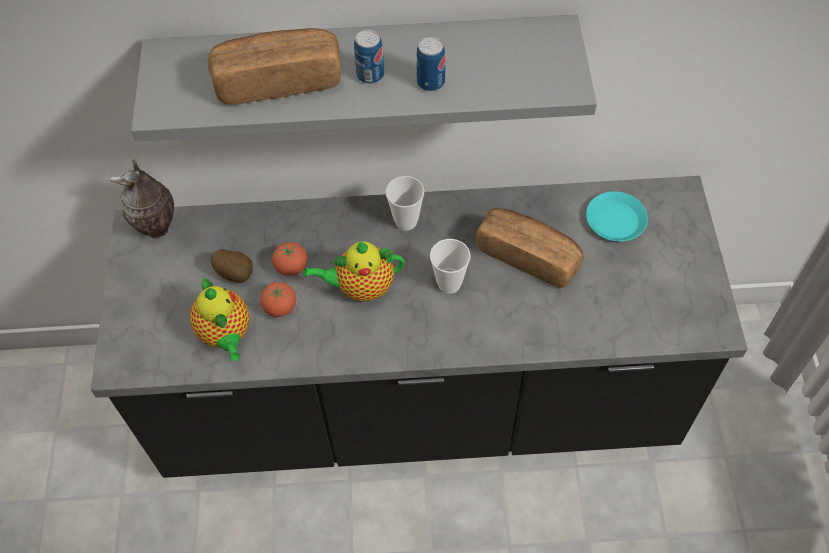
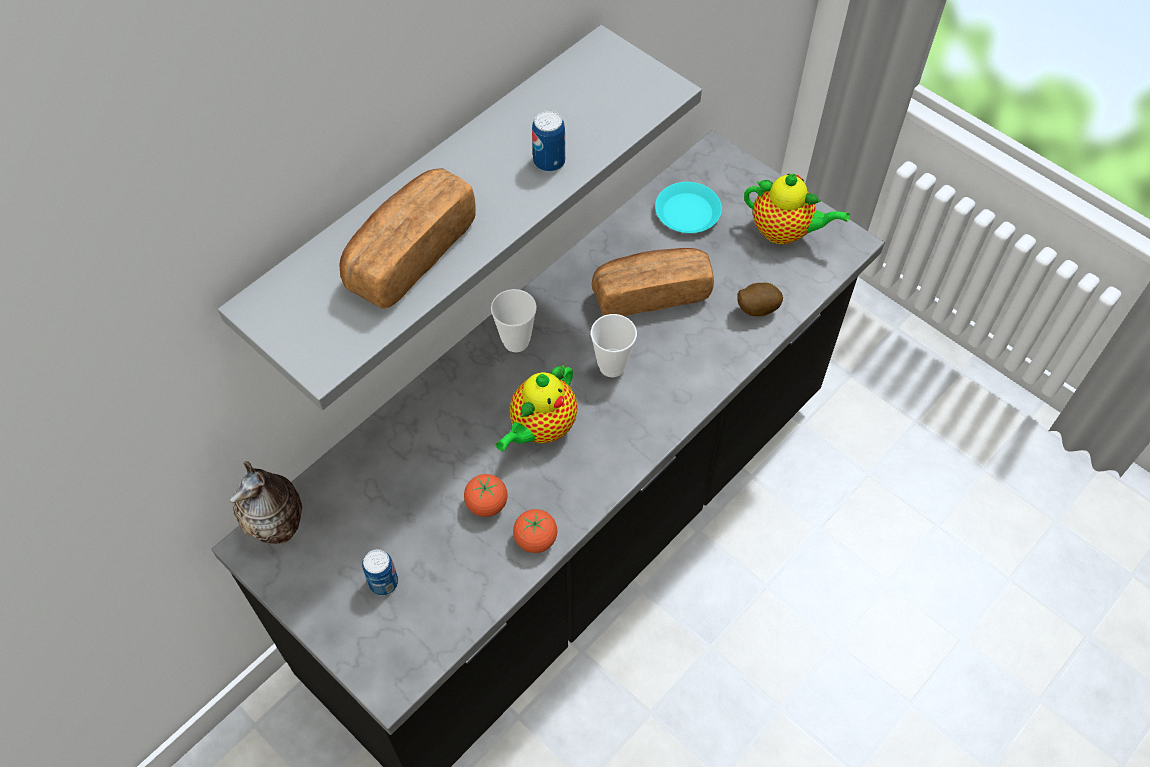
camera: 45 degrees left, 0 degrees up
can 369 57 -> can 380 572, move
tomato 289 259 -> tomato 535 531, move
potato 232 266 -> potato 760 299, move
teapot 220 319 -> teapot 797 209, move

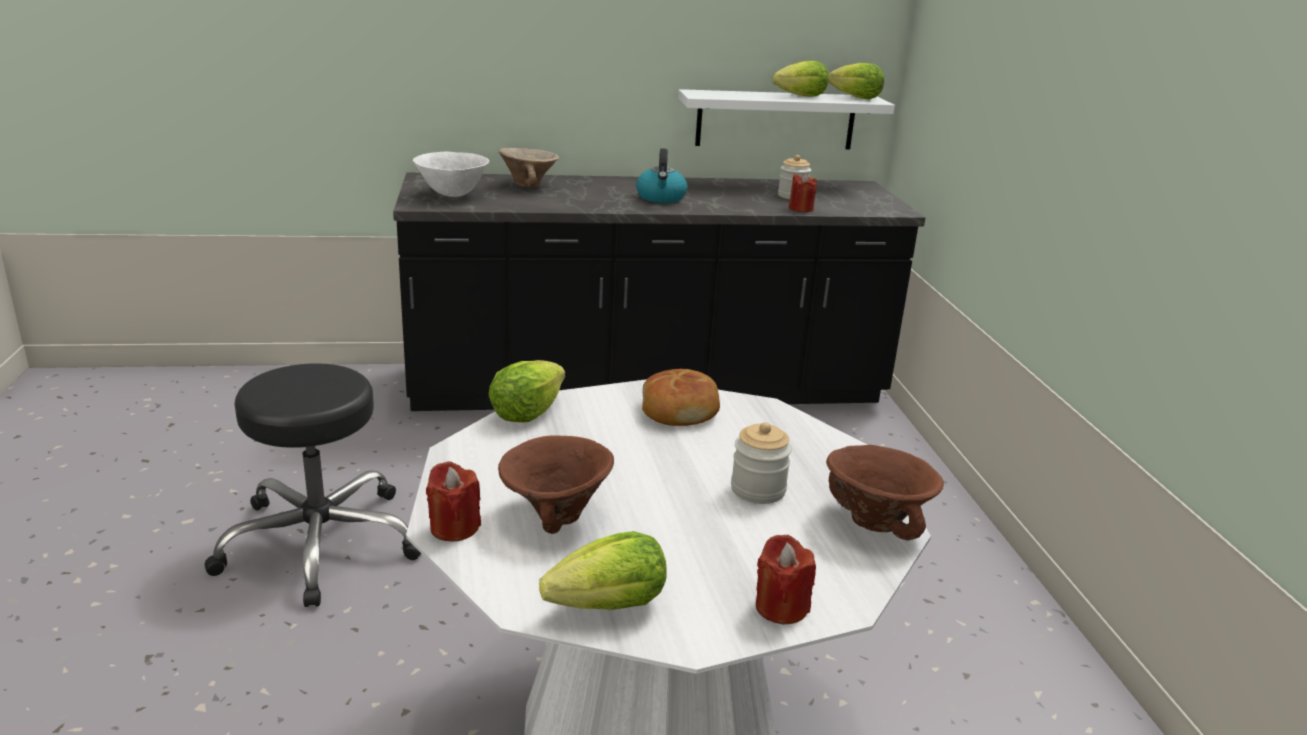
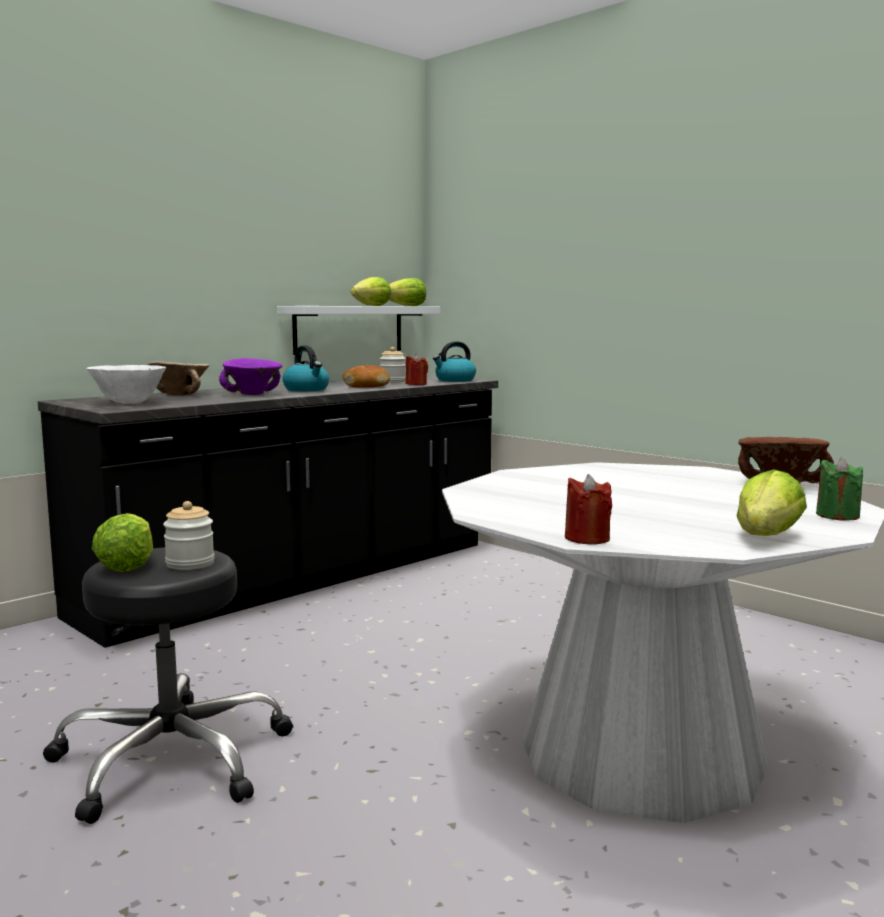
camera: 35 degrees left, 15 degrees down
lettuce 526 391 -> lettuce 122 542, move
bread 681 397 -> bread 366 376, move
jar 761 463 -> jar 188 535, move
brown bowl 556 484 -> none
red candle 786 579 -> green candle 839 489
none -> kettle 454 361
none -> purple bowl 250 376

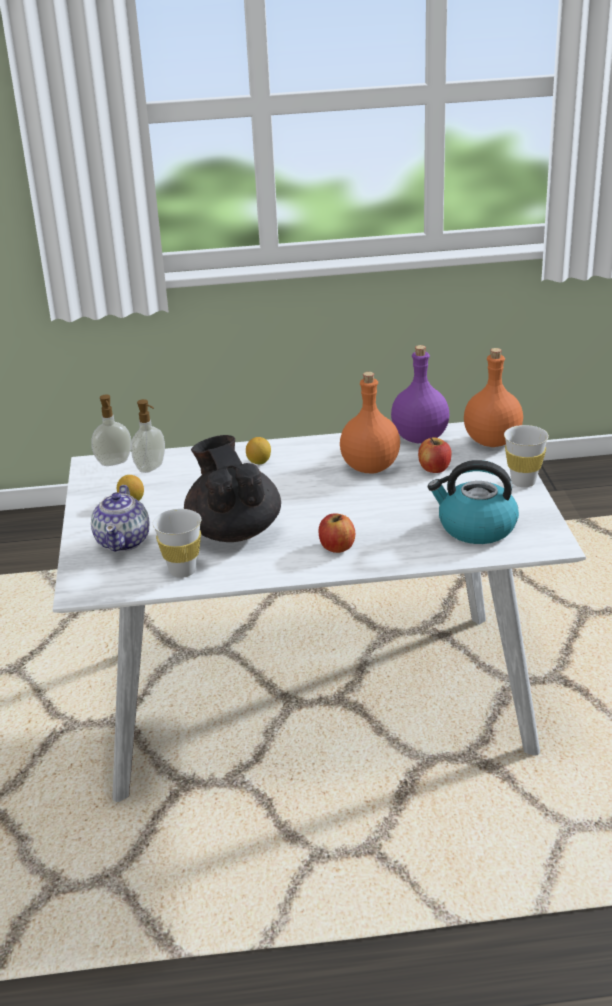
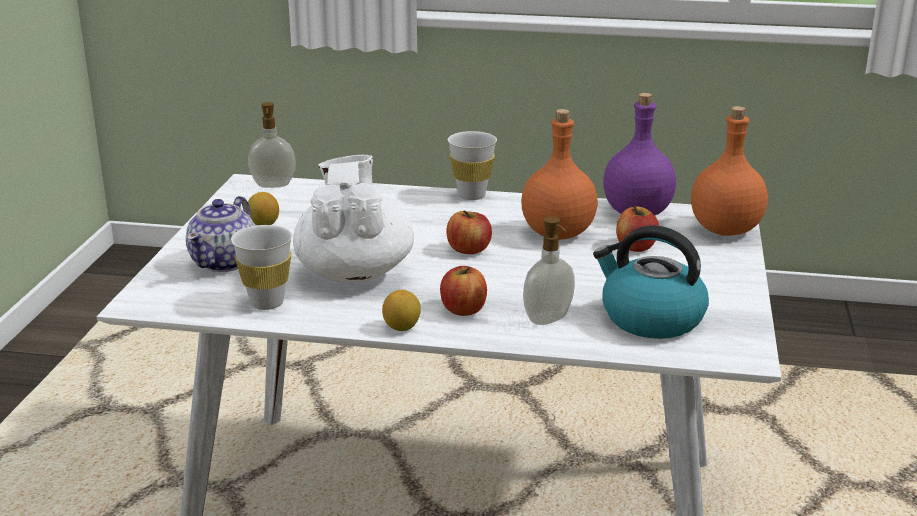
camera: 15 degrees right, 5 degrees down
soap dispenser 148 436 -> soap dispenser 549 270, move
white cup 526 456 -> white cup 472 165, move
black teapot 232 488 -> white teapot 353 219
lemon 258 450 -> lemon 401 310, move
none -> apple 469 232

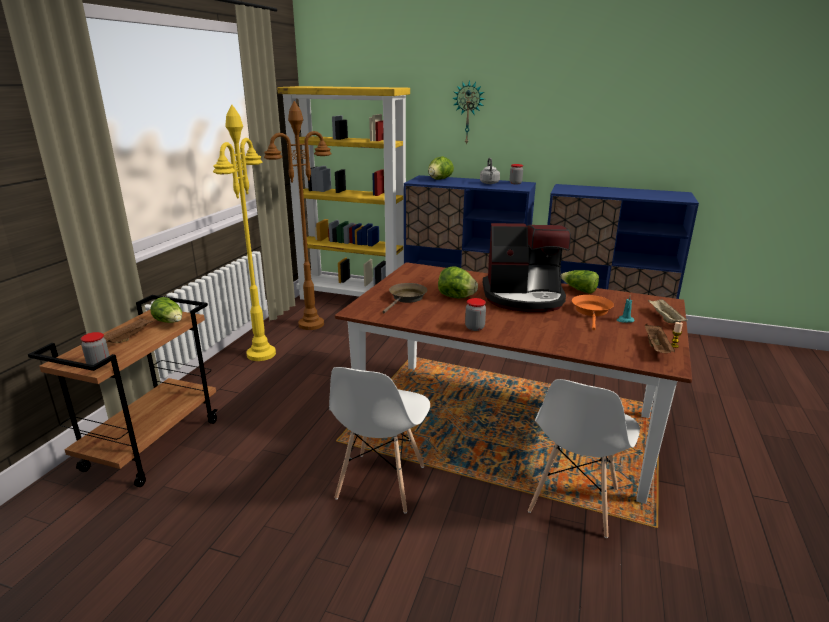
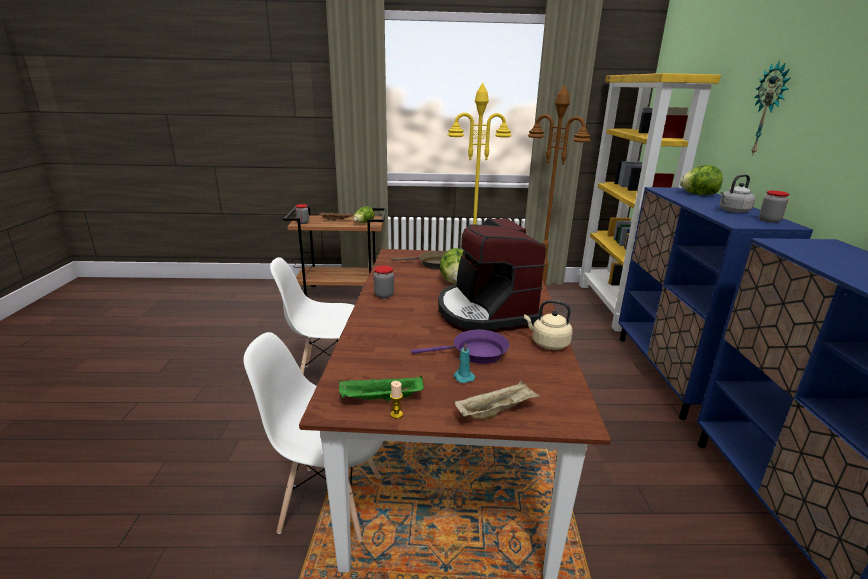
camera: 70 degrees right, 0 degrees up
lettuce 580 282 -> beige kettle 548 325
orange frying pan 593 312 -> purple frying pan 460 347
brown tray 660 338 -> green tray 381 389

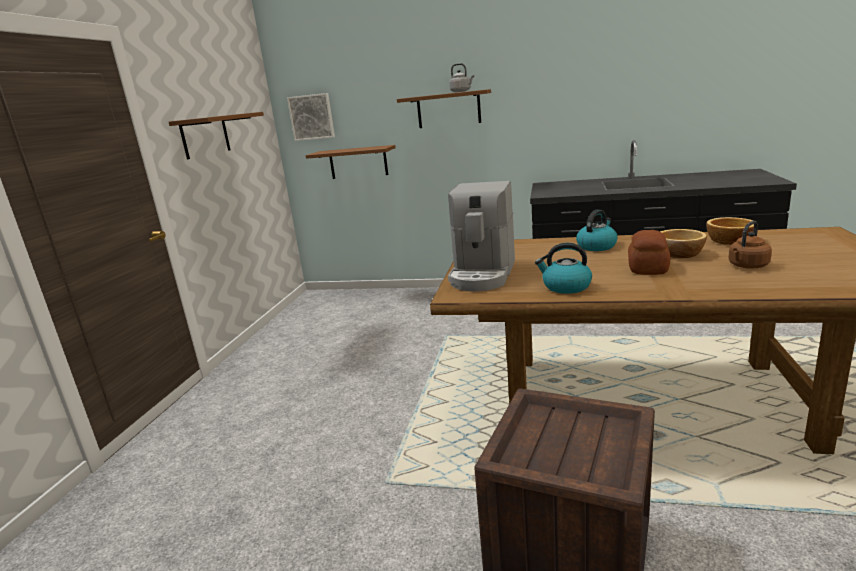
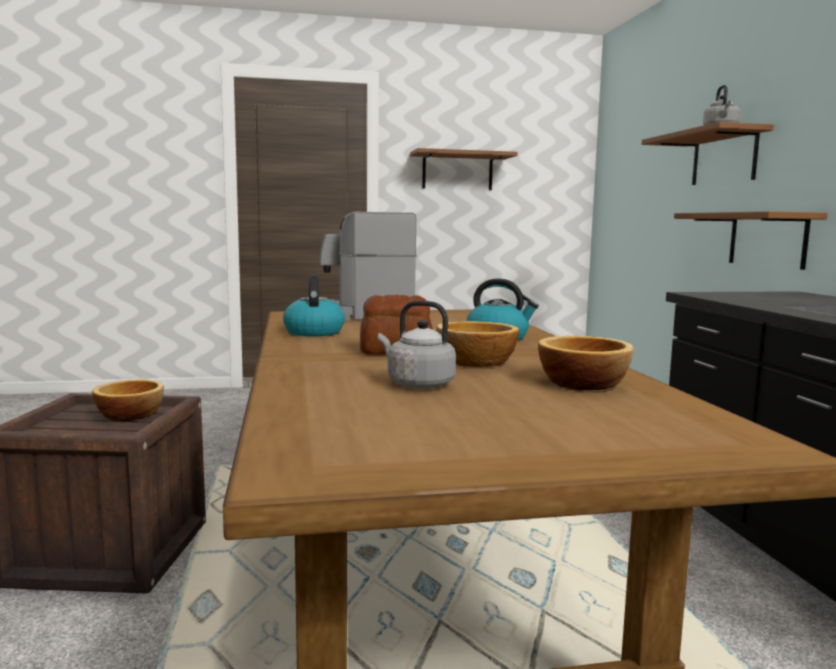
camera: 65 degrees right, 10 degrees down
picture 311 117 -> none
brown shelf 351 162 -> brown shelf 751 240, move
brown kettle 750 245 -> grey kettle 417 345
none -> bowl 128 400

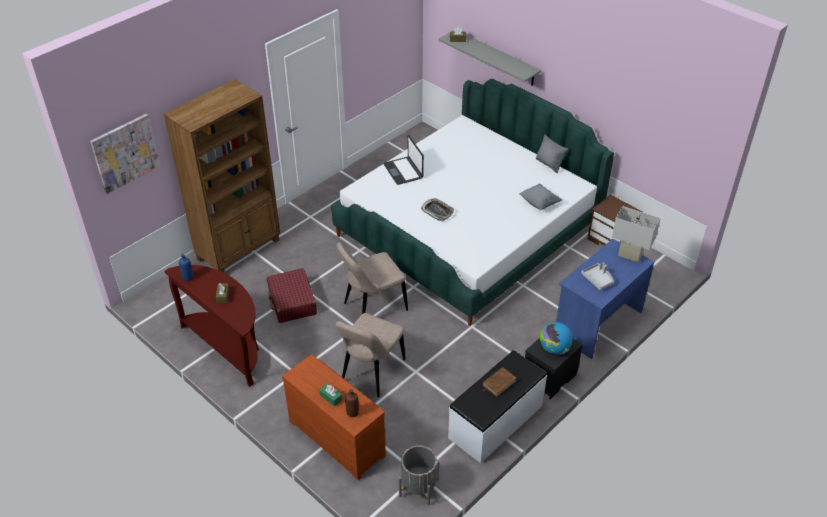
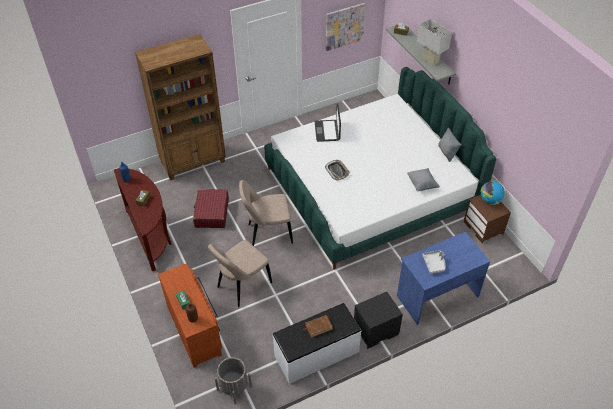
camera: 20 degrees right, 5 degrees up
picture 125 154 -> picture 346 27, move
white table lamp 636 234 -> white table lamp 434 42, move
globe 556 338 -> globe 492 193, move

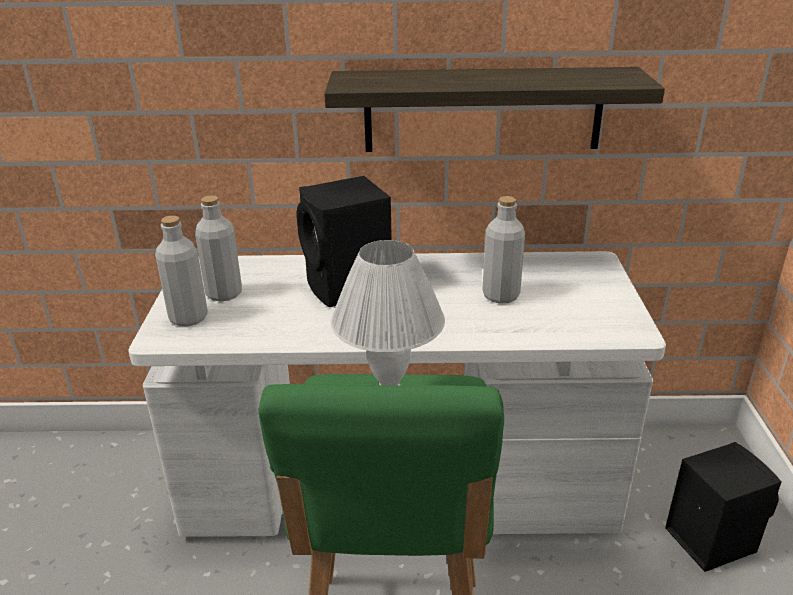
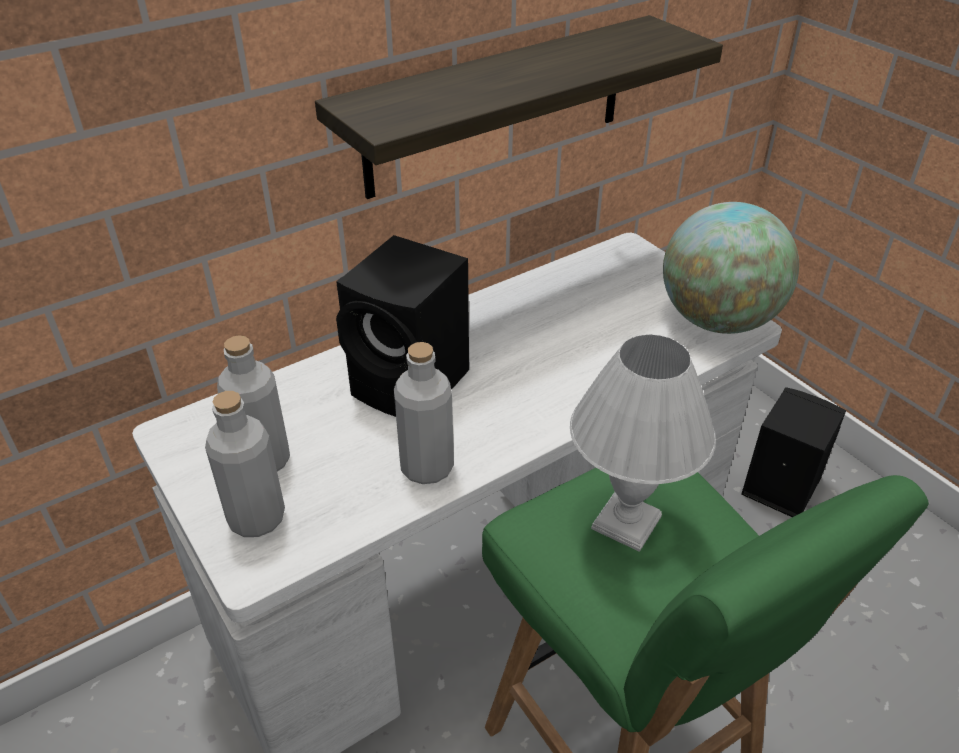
camera: 35 degrees left, 10 degrees up
grey bottle 503 250 -> grey bottle 424 413, move
none -> globe 731 268

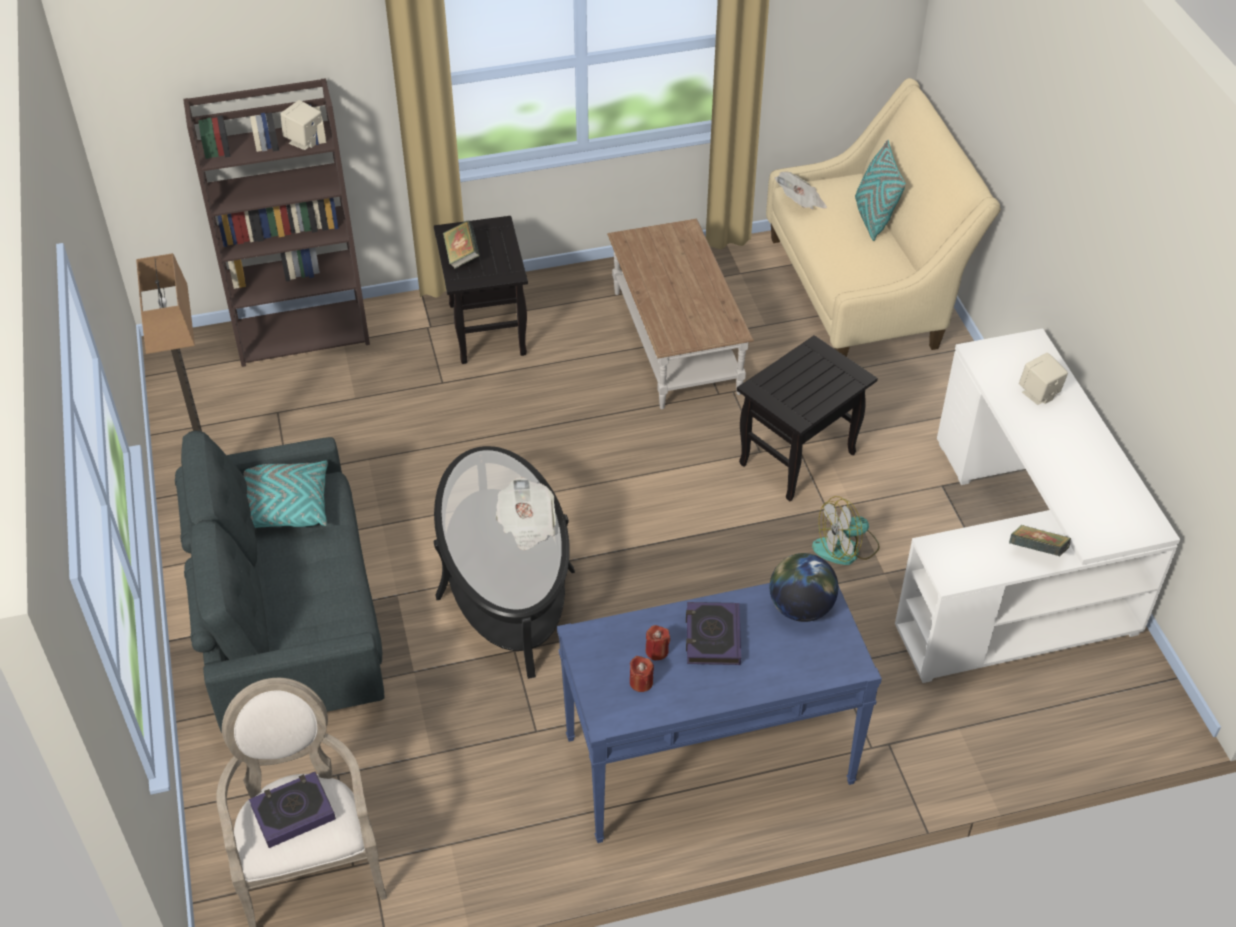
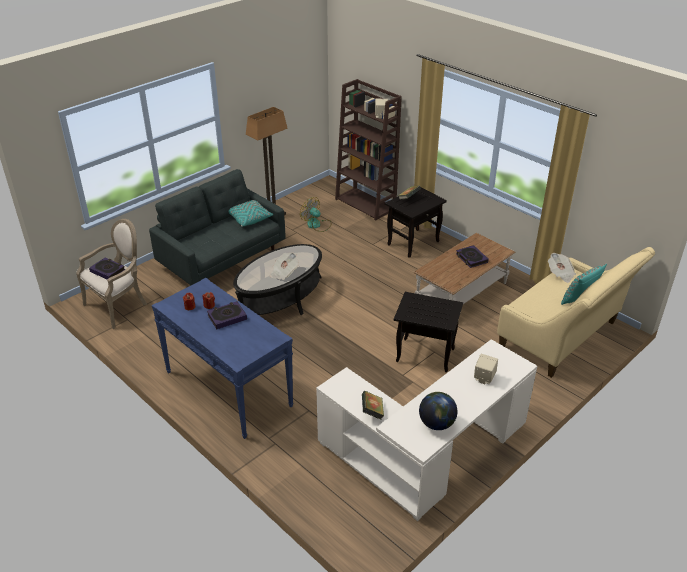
camera: 60 degrees right, 10 degrees down
fan 846 530 -> fan 316 214, move
globe 804 587 -> globe 438 411, move
none -> book 472 256

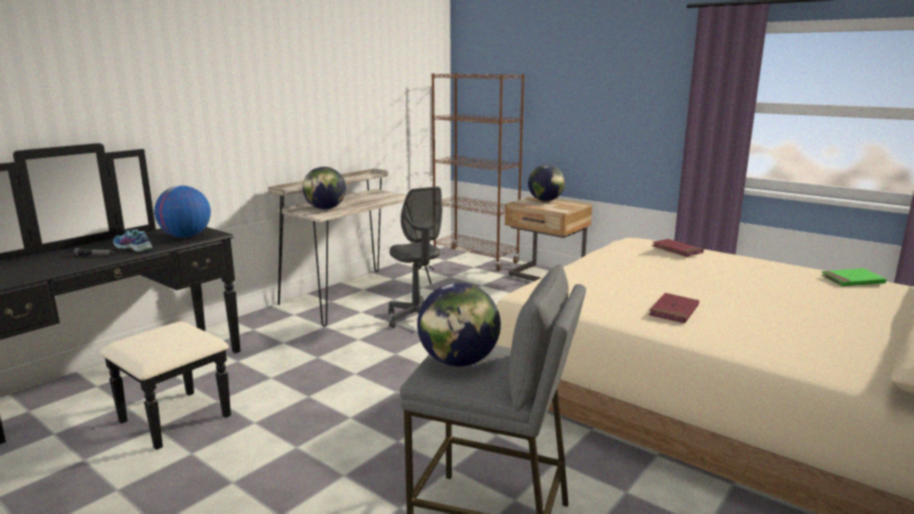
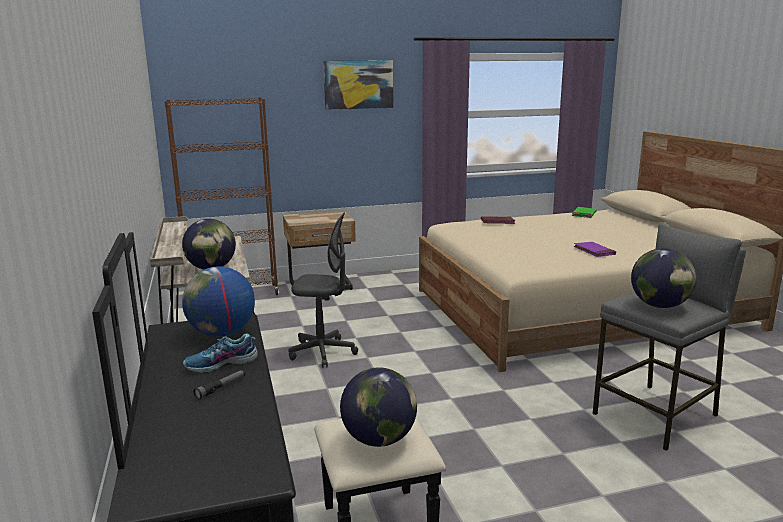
camera: 55 degrees left, 0 degrees up
globe 546 183 -> globe 378 407, move
red book 674 308 -> purple book 594 249
none -> picture 358 85

